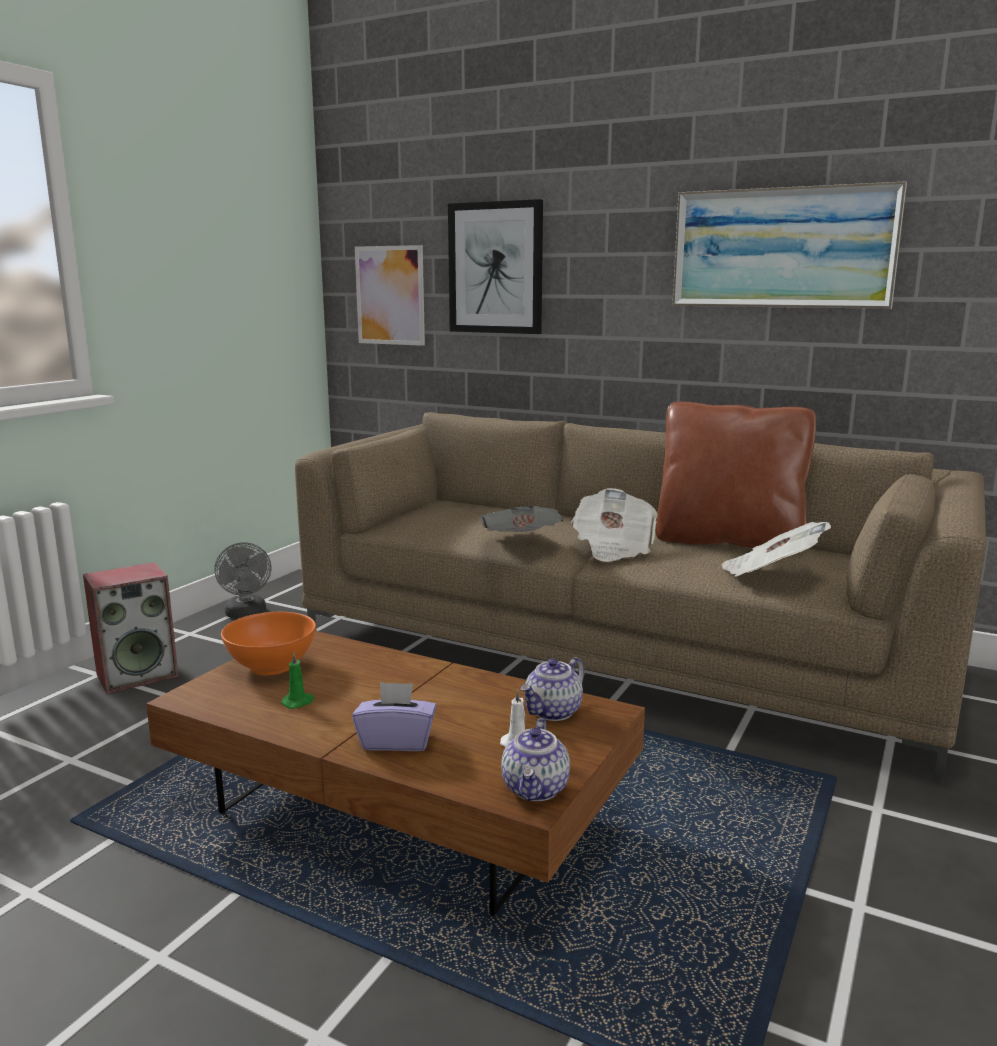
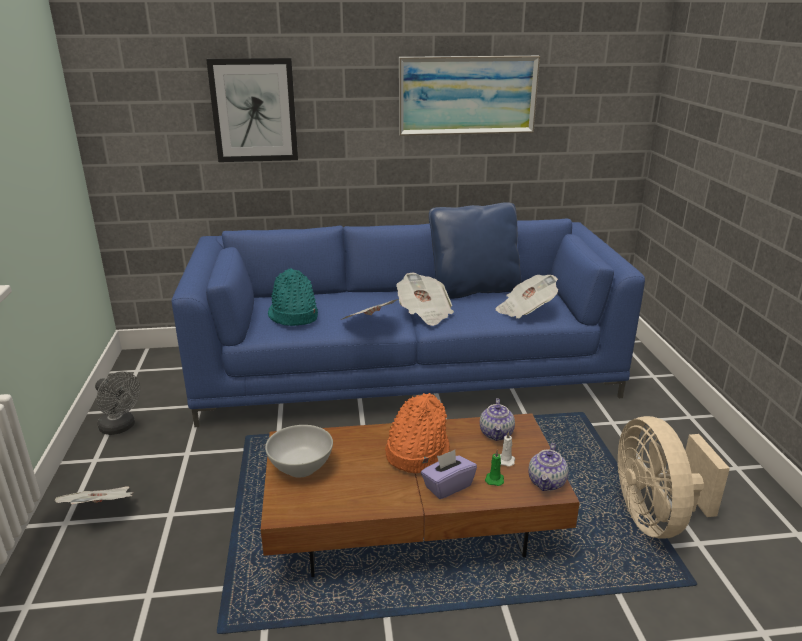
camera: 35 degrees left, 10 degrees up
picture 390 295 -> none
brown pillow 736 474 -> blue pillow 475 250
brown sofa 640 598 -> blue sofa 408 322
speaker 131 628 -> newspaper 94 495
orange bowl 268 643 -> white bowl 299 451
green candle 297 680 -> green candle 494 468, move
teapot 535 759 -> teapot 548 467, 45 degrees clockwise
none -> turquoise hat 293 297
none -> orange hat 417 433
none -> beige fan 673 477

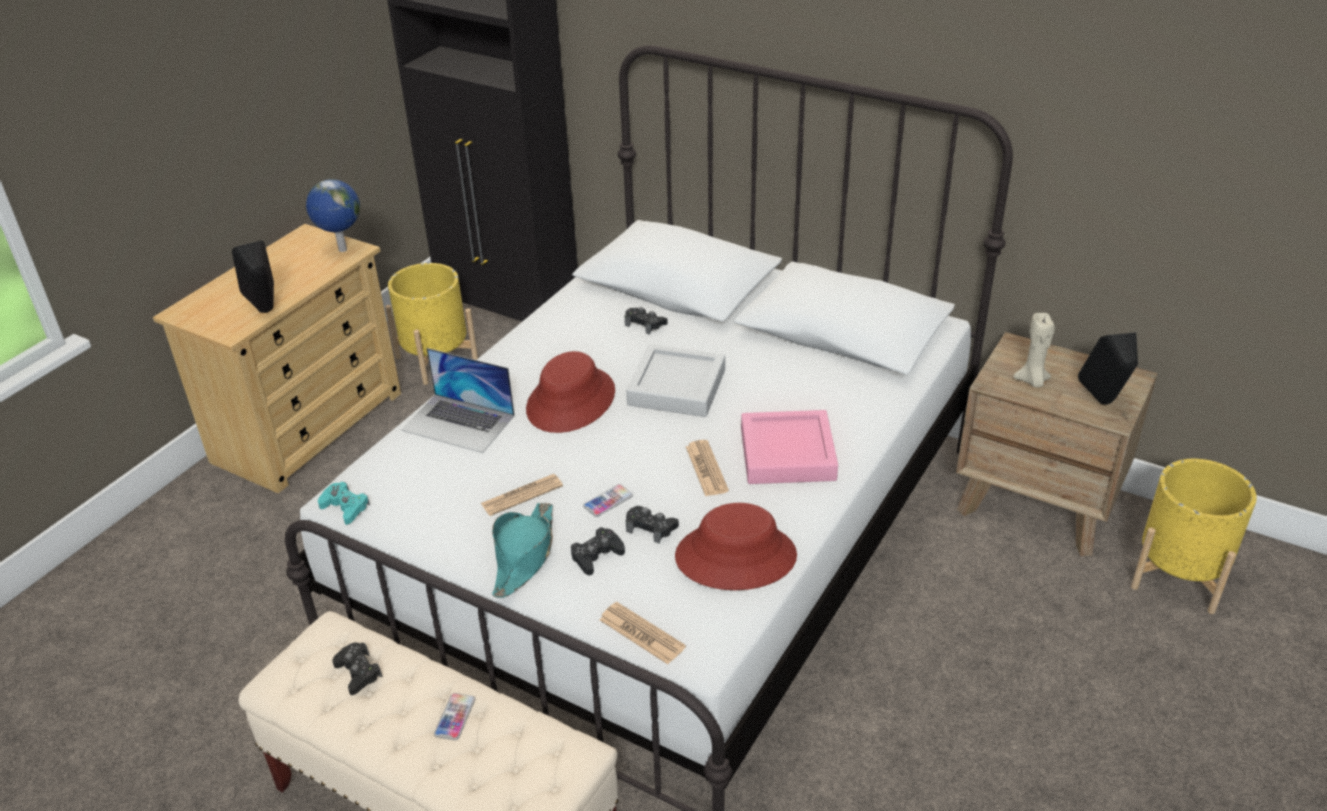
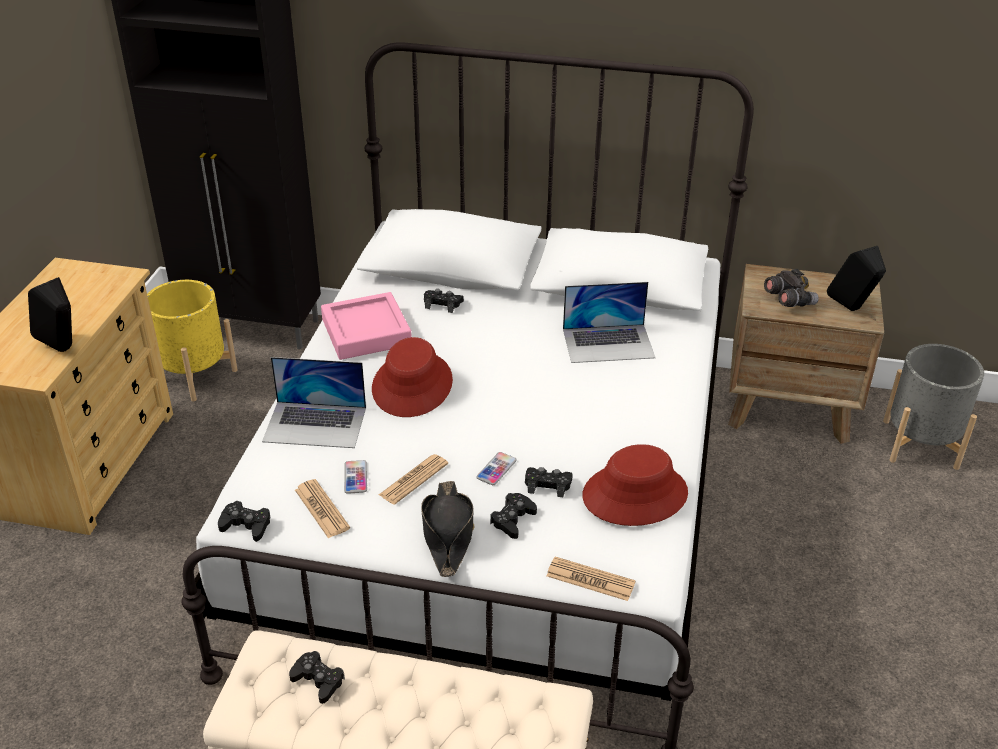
camera: 20 degrees left, 0 degrees up
globe 333 215 -> none
beige candle 1034 350 -> grey binoculars 791 288
grey tray 675 380 -> none
pink tray 789 447 -> pink tray 366 326, move
newspaper 707 468 -> newspaper 322 508, move
yellow planter 1194 536 -> grey planter 933 407
turquoise game controller 344 503 -> black game controller 244 521
turquoise hat 522 550 -> black hat 448 529
phone 454 716 -> phone 355 477, move
none -> laptop 609 322

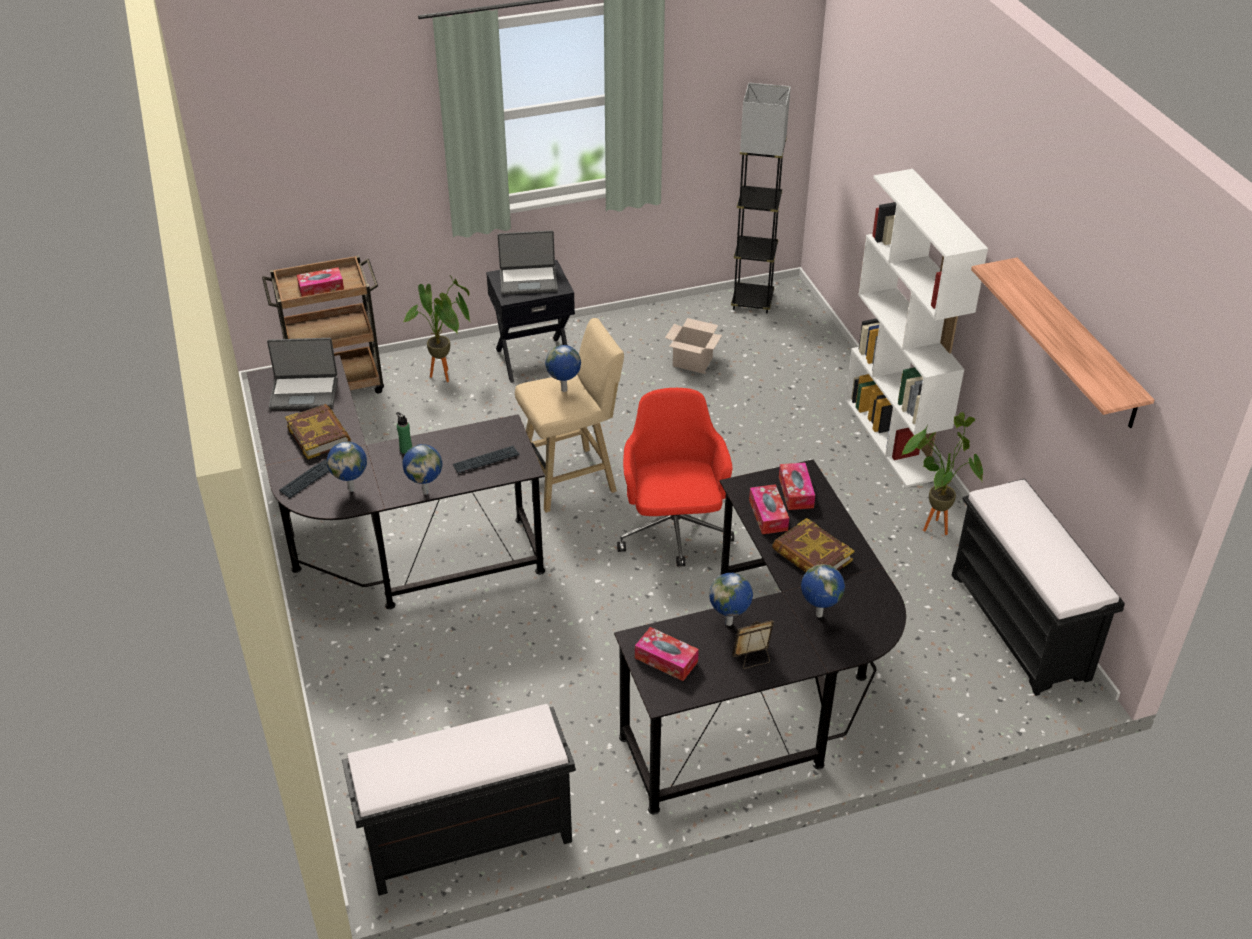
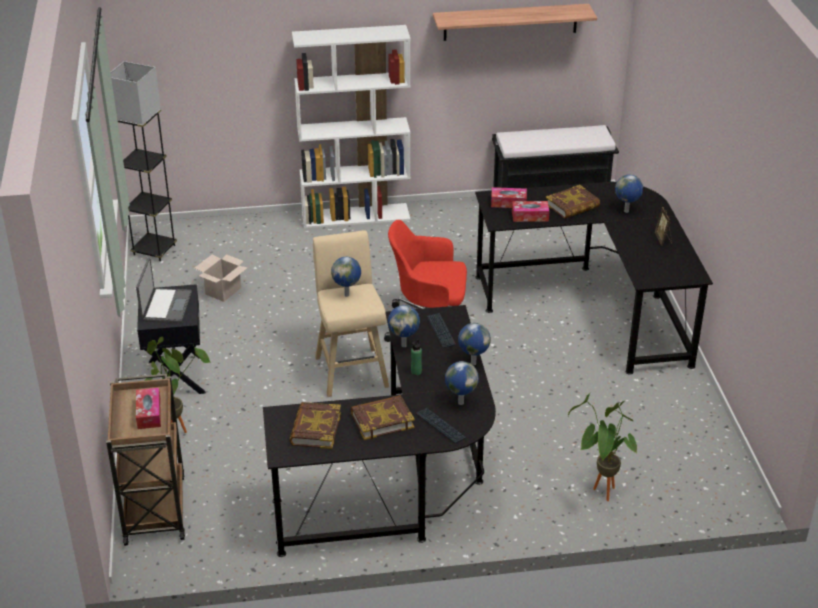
camera: 80 degrees left, 5 degrees down
laptop 302 373 -> book 315 425
potted plant 942 473 -> potted plant 602 446, move
globe 731 599 -> globe 404 326, move
tissue box 667 654 -> none
black bench 459 800 -> none

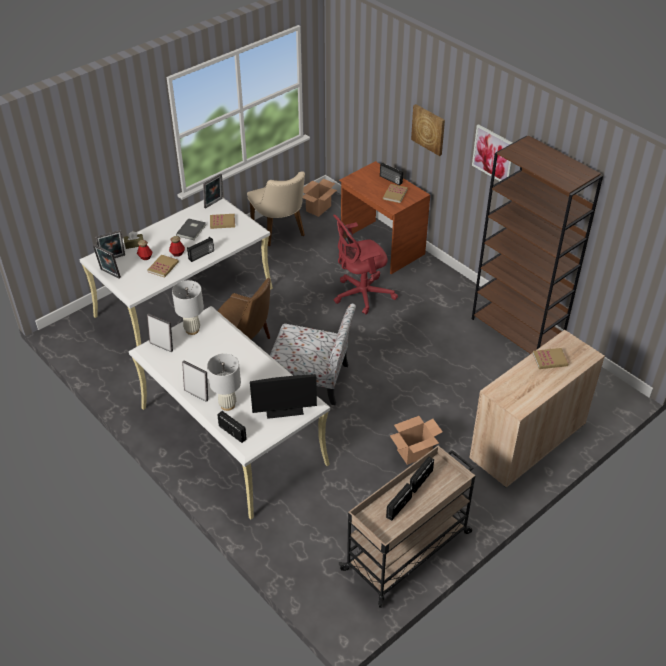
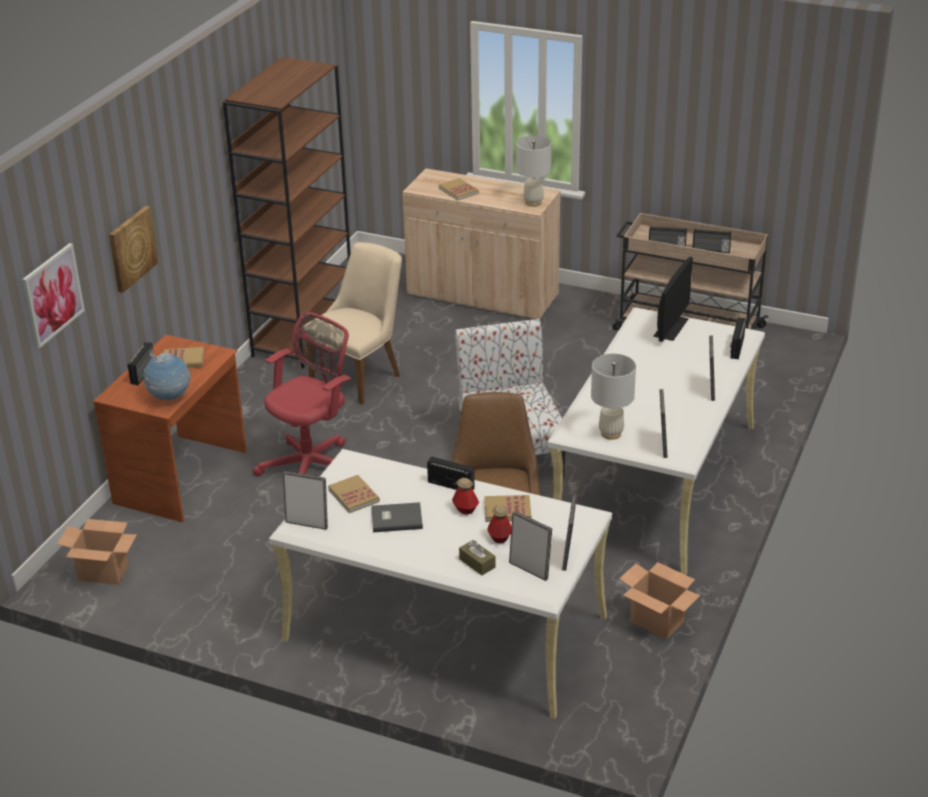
camera: 115 degrees left, 10 degrees down
picture 492 152 -> picture 53 296, move
beige chair 276 208 -> beige chair 353 323, move
red office chair 365 265 -> red office chair 302 394, 90 degrees counterclockwise
white table lamp 224 382 -> white table lamp 533 171, move
monitor 283 396 -> monitor 673 299, 60 degrees clockwise
cardboard box 416 440 -> cardboard box 659 600, move
none -> globe 167 377

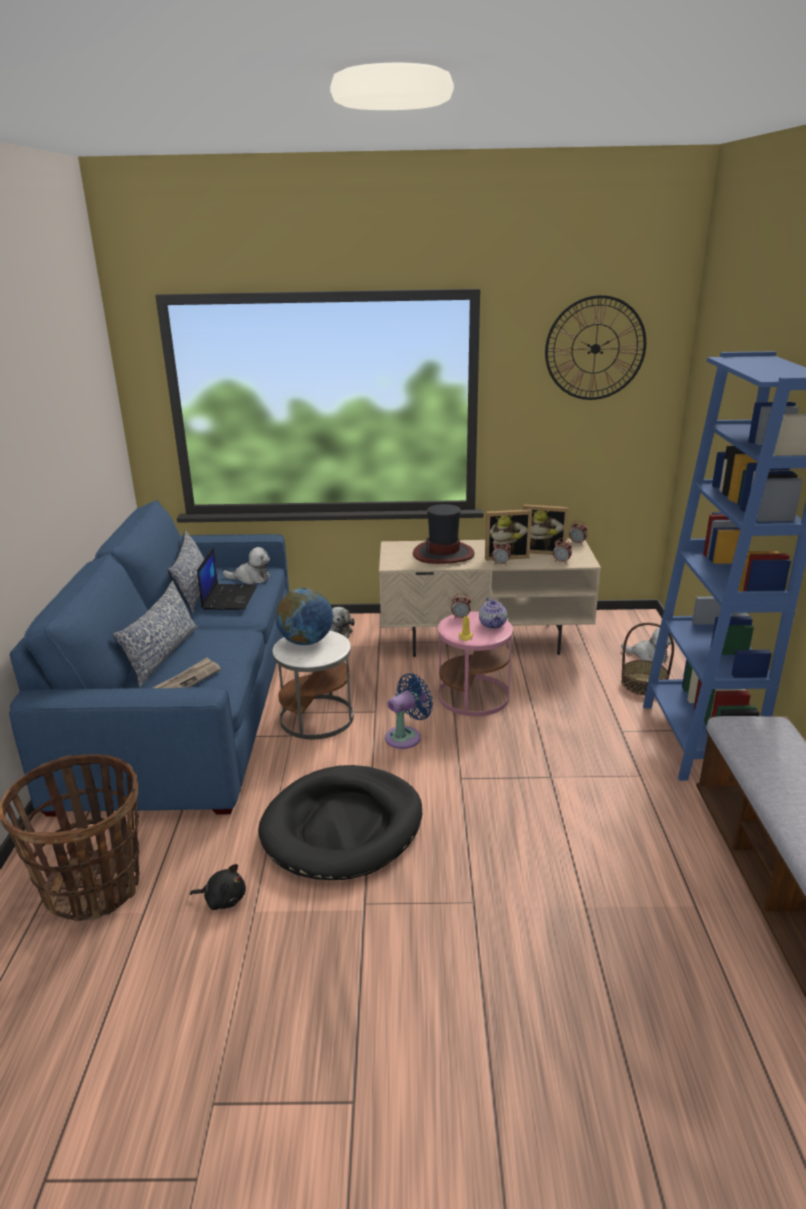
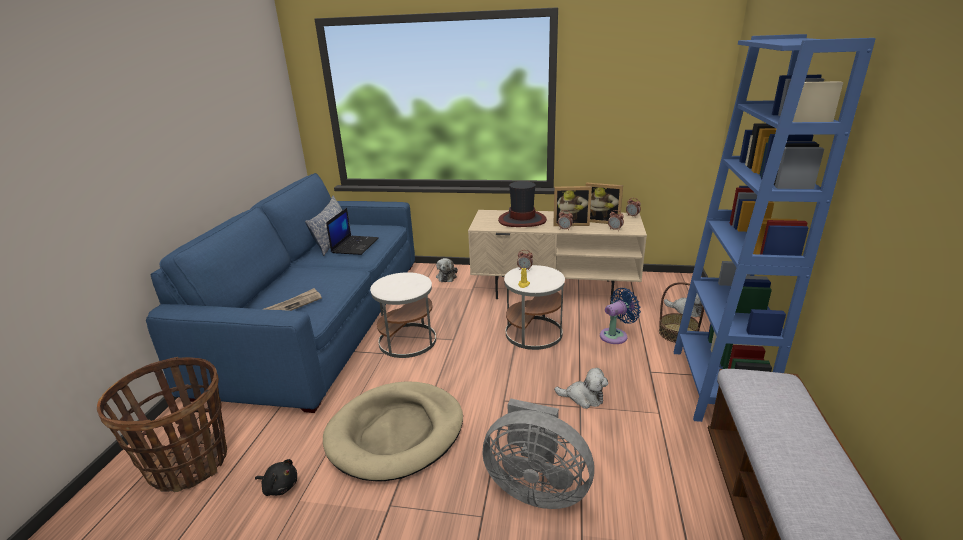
camera: 10 degrees right, 0 degrees up
wall clock 595 347 -> none
plush toy 246 565 -> plush toy 581 388, move
pillow 155 634 -> none
globe 304 616 -> none
teapot 493 613 -> none
pink side table 475 663 -> white side table 534 307
blue fan 409 711 -> blue fan 620 316, move
black dog bed 340 822 -> beige dog bed 393 431
none -> grey fan 538 453

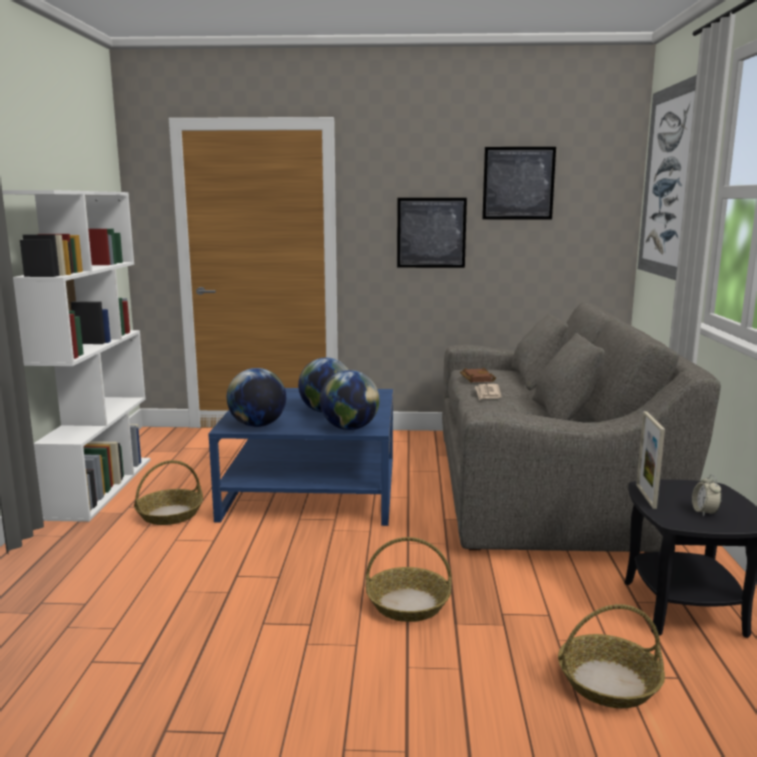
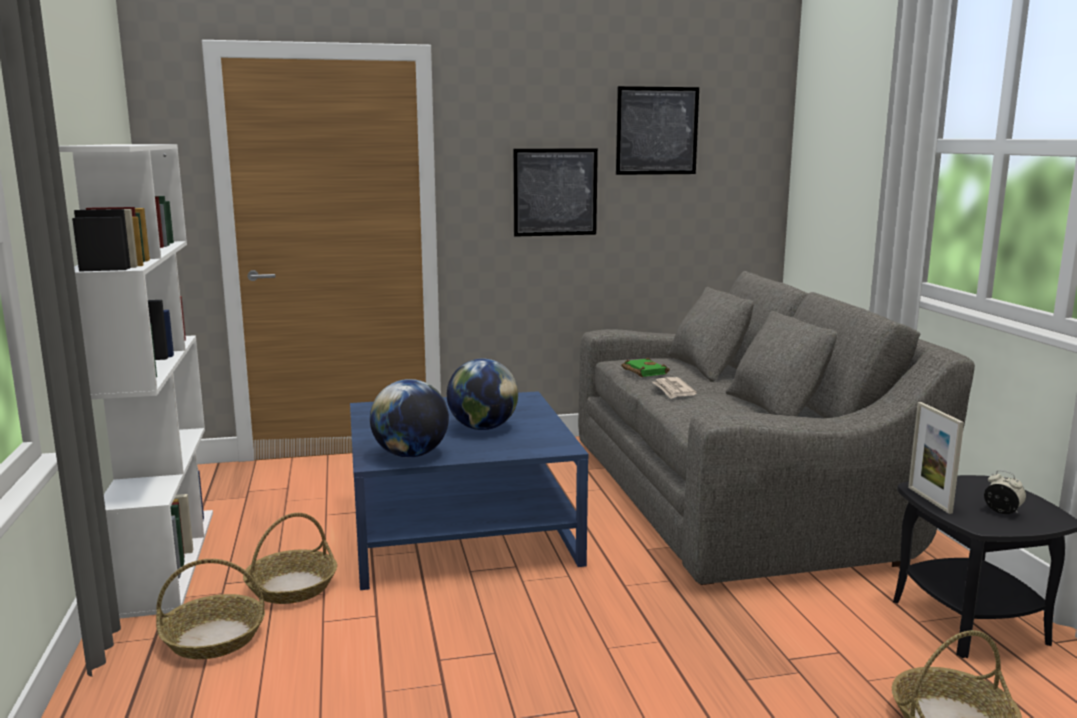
camera: 15 degrees left, 0 degrees up
picture 667 177 -> none
brown book 478 375 -> green book 645 367
globe 349 400 -> none
alarm clock 707 495 -> alarm clock 1005 492, 150 degrees clockwise
basket 409 579 -> basket 210 609, move

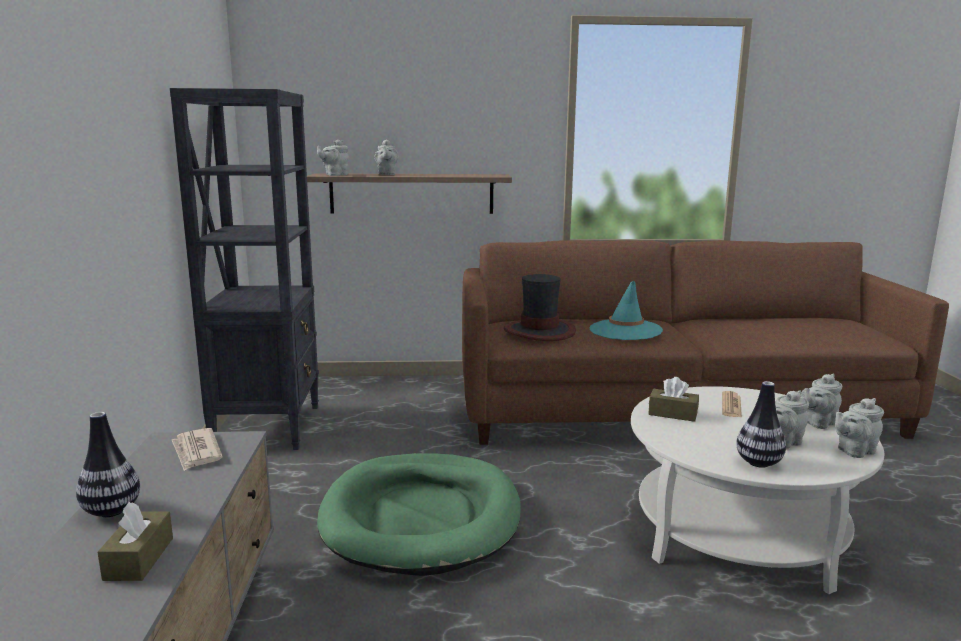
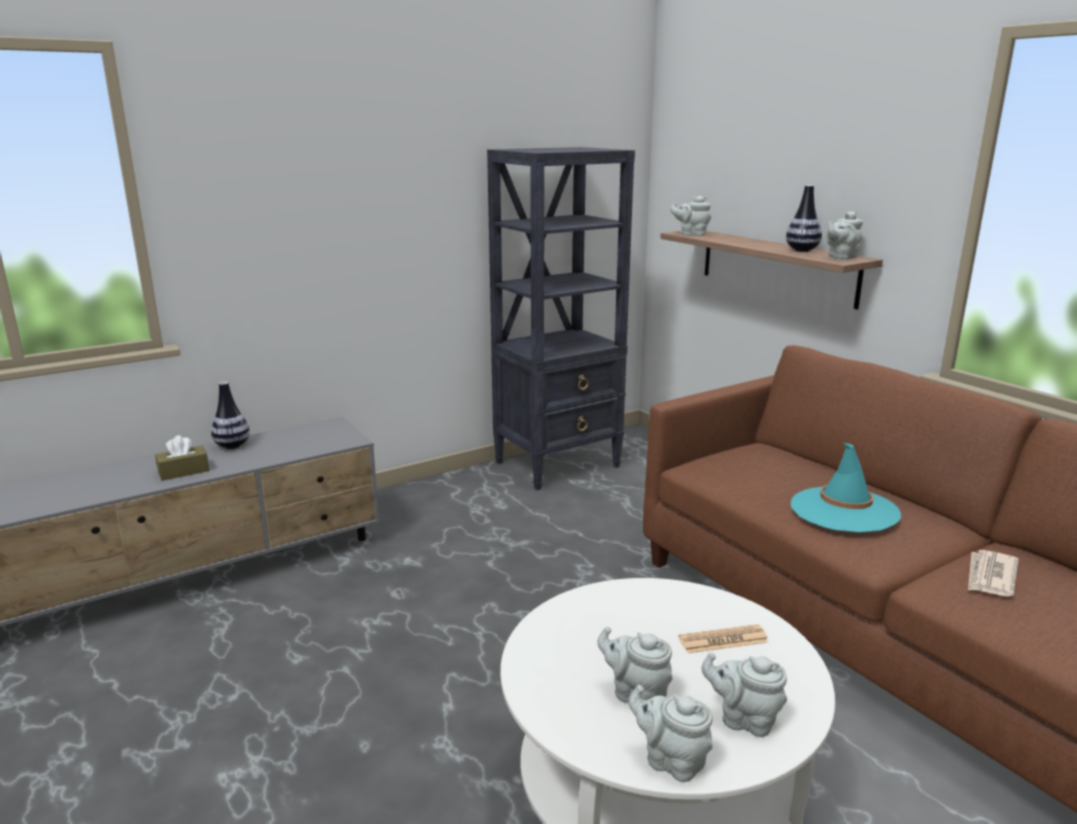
camera: 60 degrees right, 5 degrees up
grey teapot 386 157 -> grey teapot 844 235, move
hat 540 307 -> none
brown tissue box 673 399 -> none
vase 761 424 -> vase 804 218, move
newspaper 197 449 -> newspaper 993 573, move
green dog bed 419 514 -> none

